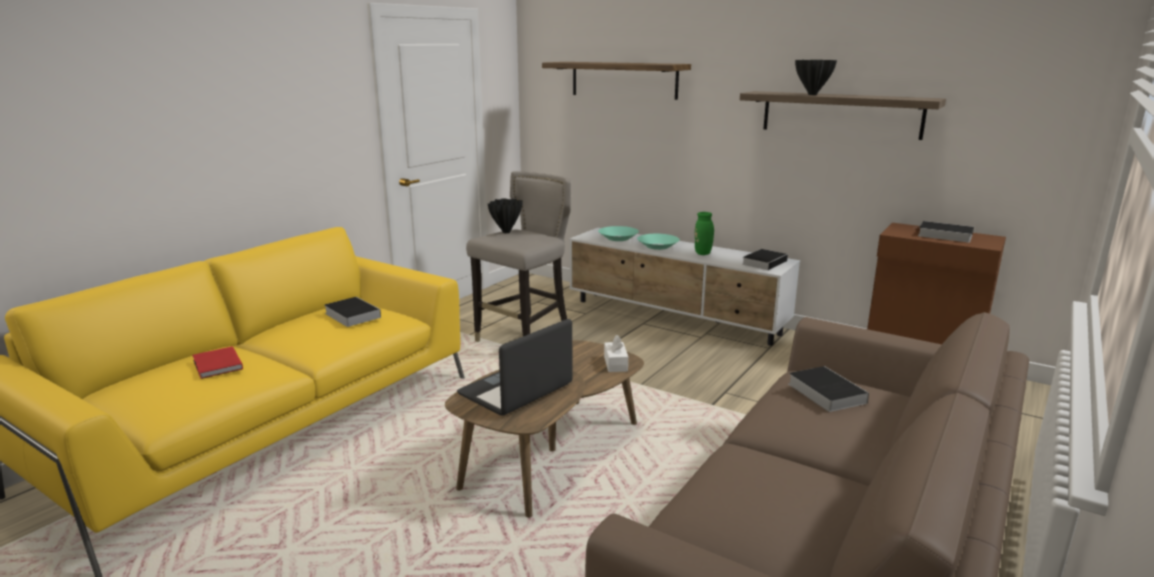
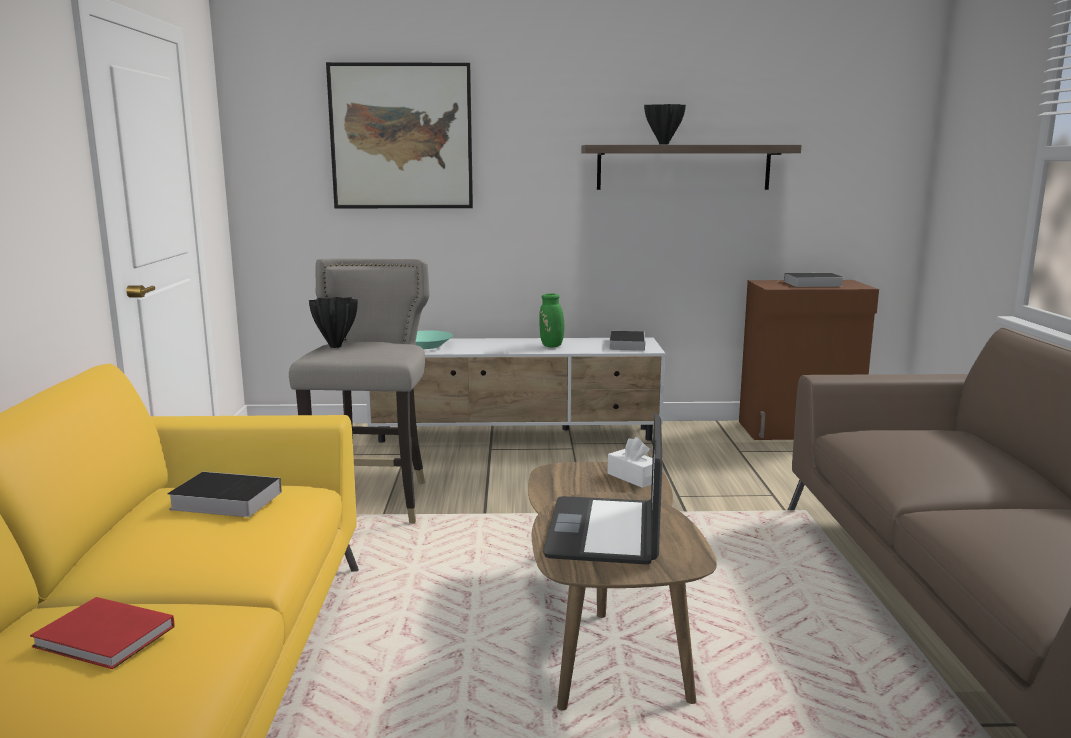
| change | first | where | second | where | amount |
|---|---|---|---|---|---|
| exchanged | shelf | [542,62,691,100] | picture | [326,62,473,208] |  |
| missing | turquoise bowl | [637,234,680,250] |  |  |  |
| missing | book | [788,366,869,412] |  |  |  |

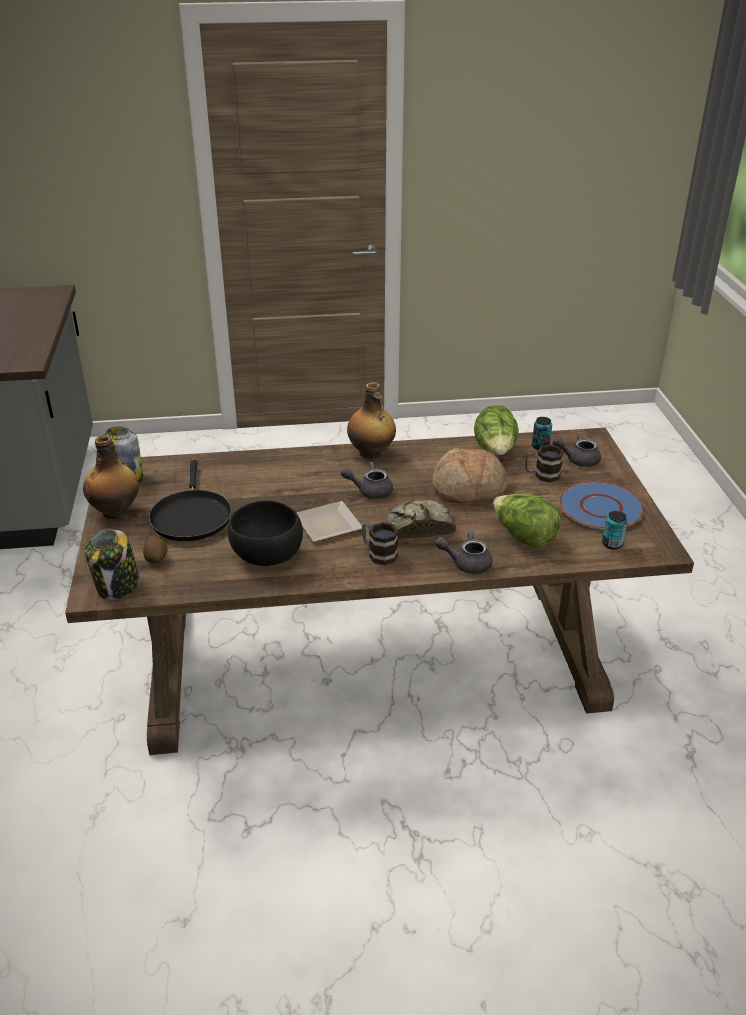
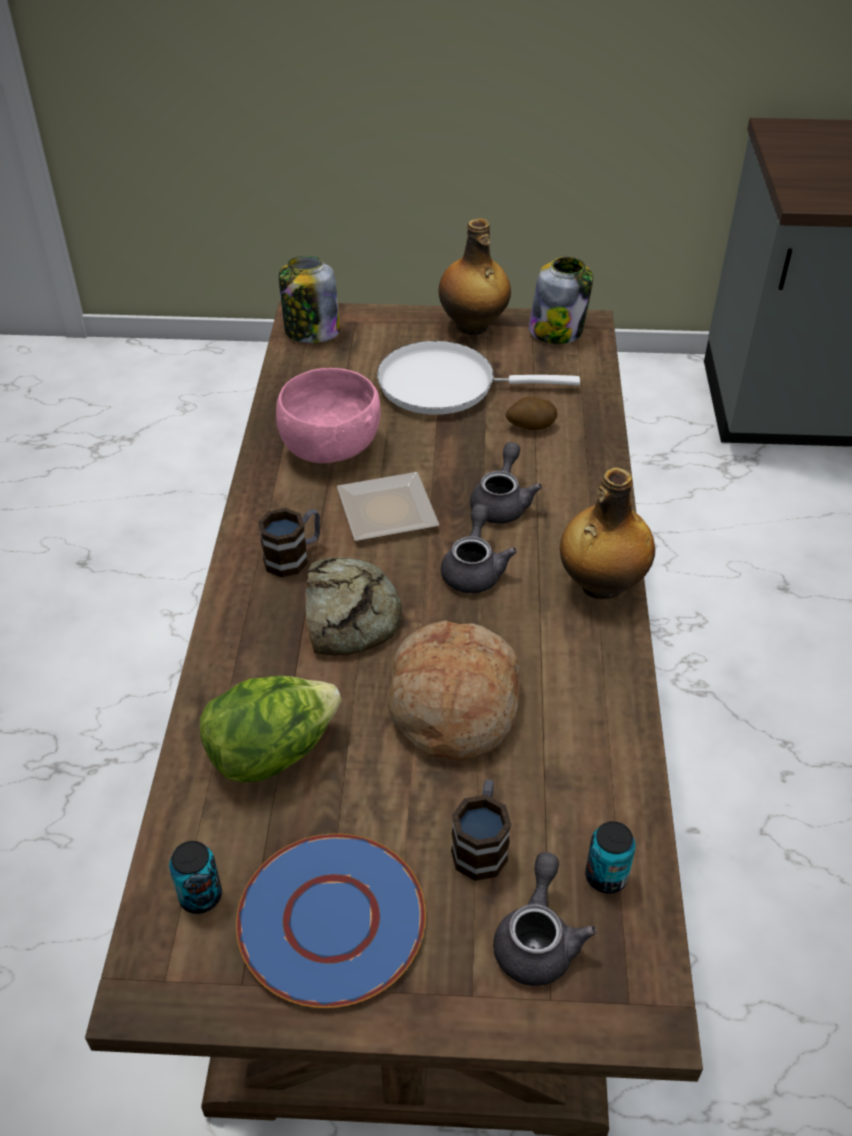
| change | first | where | second | where | amount |
|---|---|---|---|---|---|
| missing | lettuce | [474,405,519,455] |  |  |  |
| colour | black frying pan | [149,460,232,541] | white frying pan | [377,341,580,415] |  |
| colour | black bowl | [228,500,303,566] | pink bowl | [276,368,381,463] |  |
| relocated | grey teapot | [435,531,492,574] |  | [470,442,542,524] |  |
| relocated | potato | [143,535,167,563] |  | [505,397,557,430] |  |

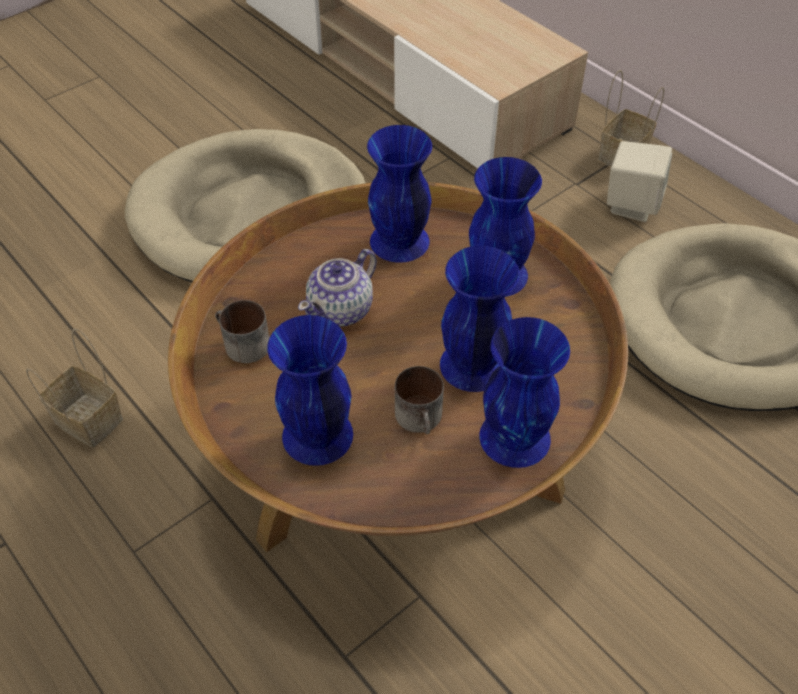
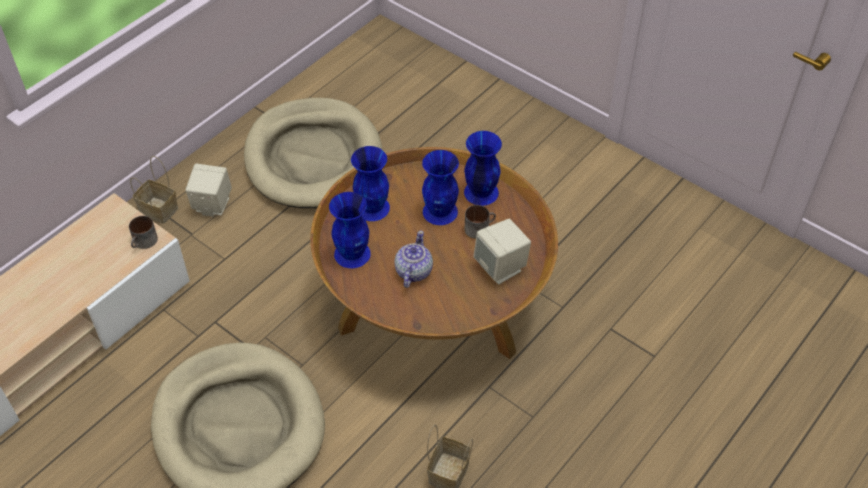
| change | first | where | second | where | amount |
|---|---|---|---|---|---|
| spun | teapot | [298,249,377,327] |  | [394,230,433,288] | 105 degrees counterclockwise |
| relocated | mug | [215,300,269,363] |  | [129,216,158,249] |  |
| exchanged | blue vase | [267,315,353,466] | beige speaker | [474,219,531,284] |  |

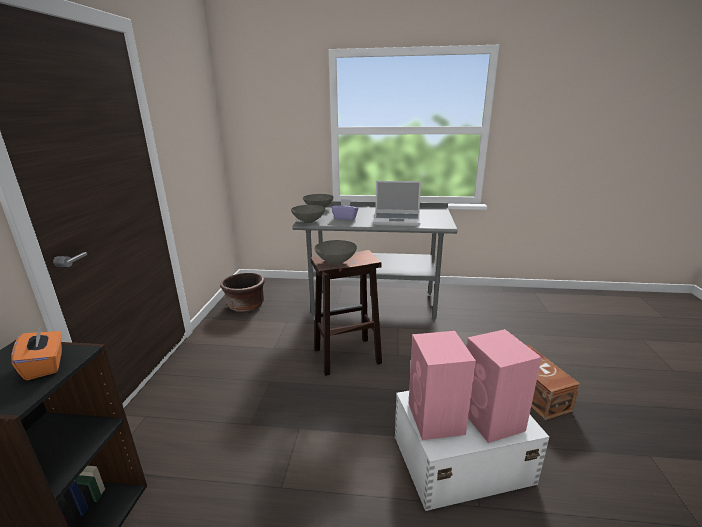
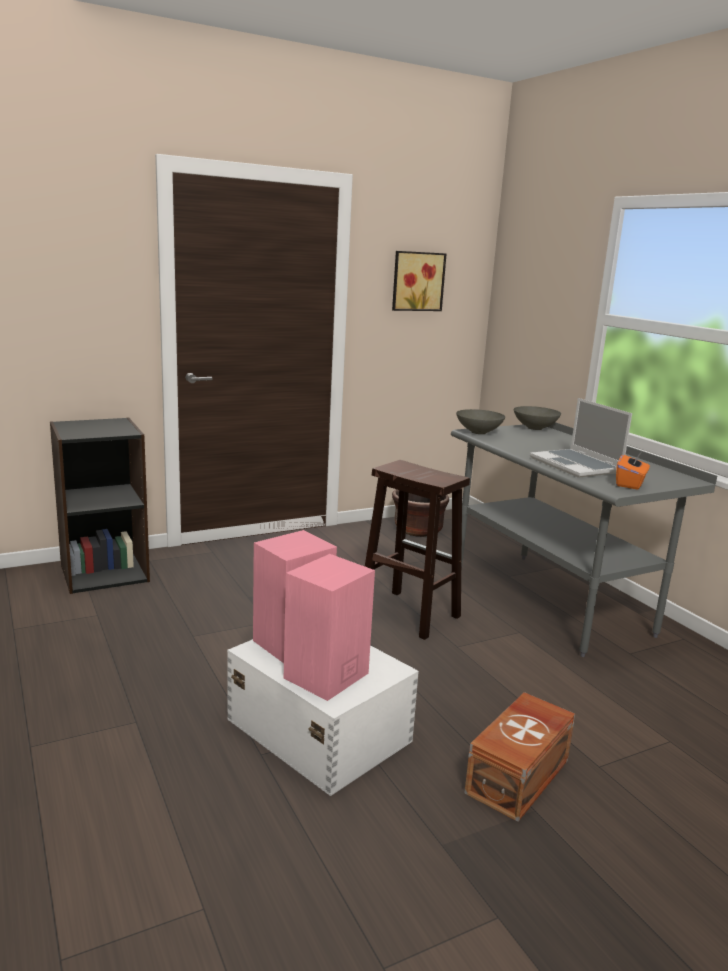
| change | first | where | second | where | amount |
|---|---|---|---|---|---|
| missing | purple tissue box | [332,199,359,220] |  |  |  |
| missing | grey bowl | [314,240,357,264] |  |  |  |
| relocated | orange tissue box | [11,325,62,380] |  | [616,451,650,490] |  |
| appeared |  |  | picture | [392,251,446,311] |  |

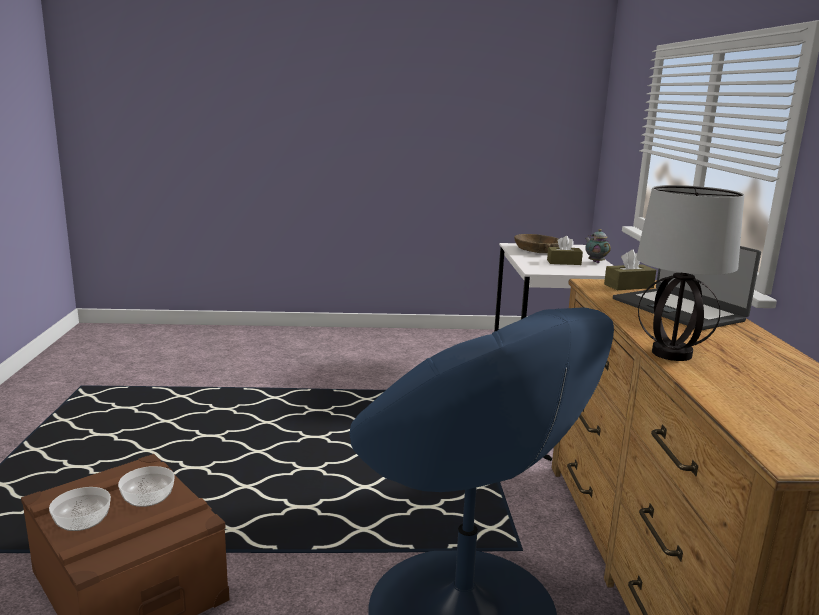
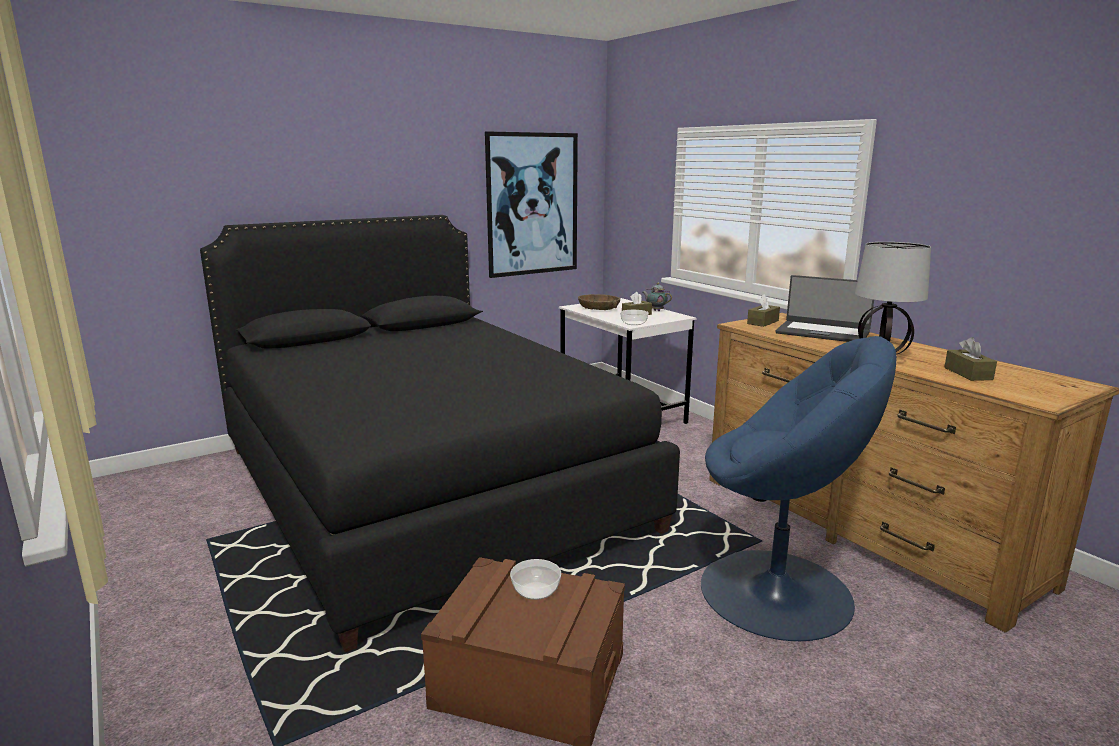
| change | first | where | second | where | amount |
|---|---|---|---|---|---|
| relocated | bowl | [49,487,111,531] |  | [620,310,649,325] |  |
| appeared |  |  | picture | [485,131,578,278] |  |
| appeared |  |  | black bed | [200,215,680,652] |  |
| appeared |  |  | brown tissue box | [944,337,997,381] |  |

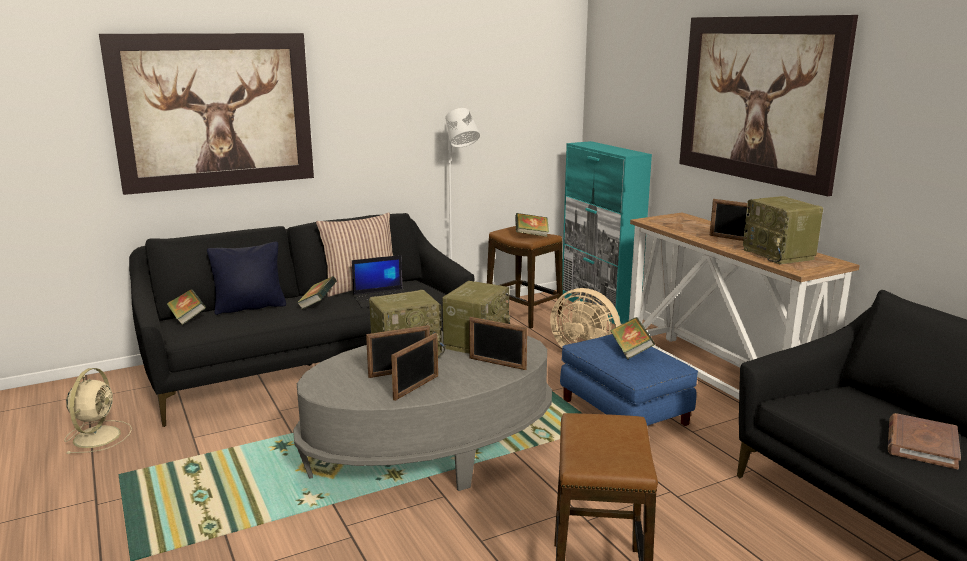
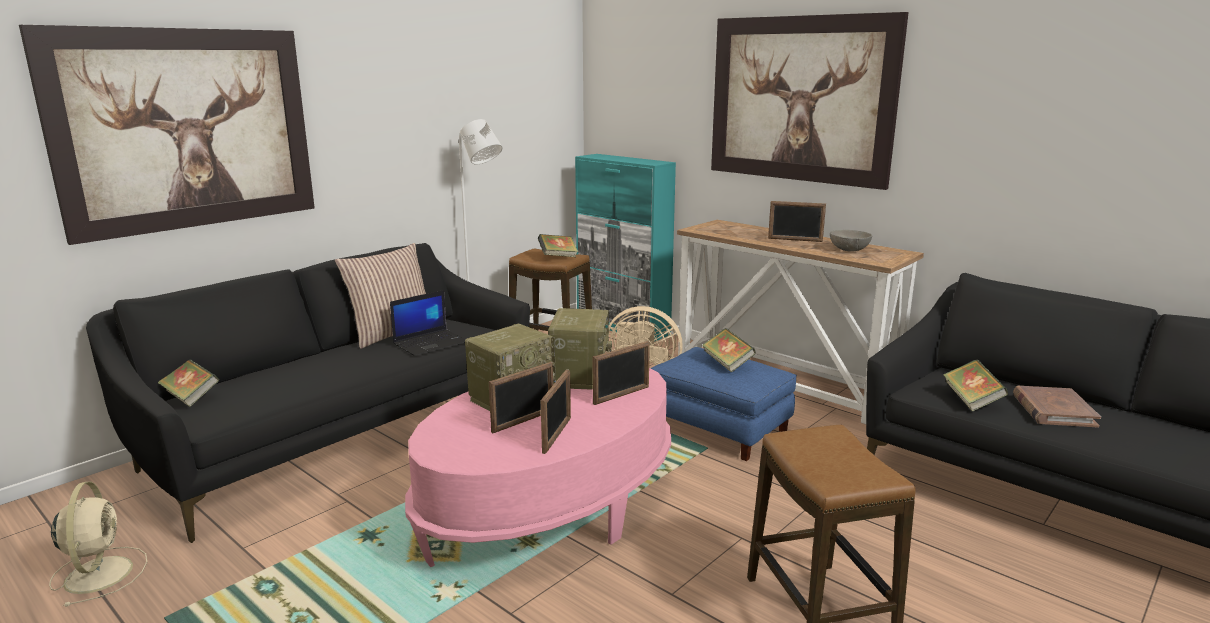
| change | first | where | second | where | amount |
|---|---|---|---|---|---|
| exchanged | radio | [743,196,823,264] | grey bowl | [830,230,872,252] |  |
| missing | black pillow | [207,241,286,315] |  |  |  |
| relocated | book | [297,276,337,310] |  | [943,359,1008,412] |  |
| spun | picture frame | [469,317,527,370] |  | [593,341,650,405] | 45 degrees counterclockwise |
| colour | grey coffee table | [293,331,552,491] | pink coffee table | [405,368,671,567] |  |

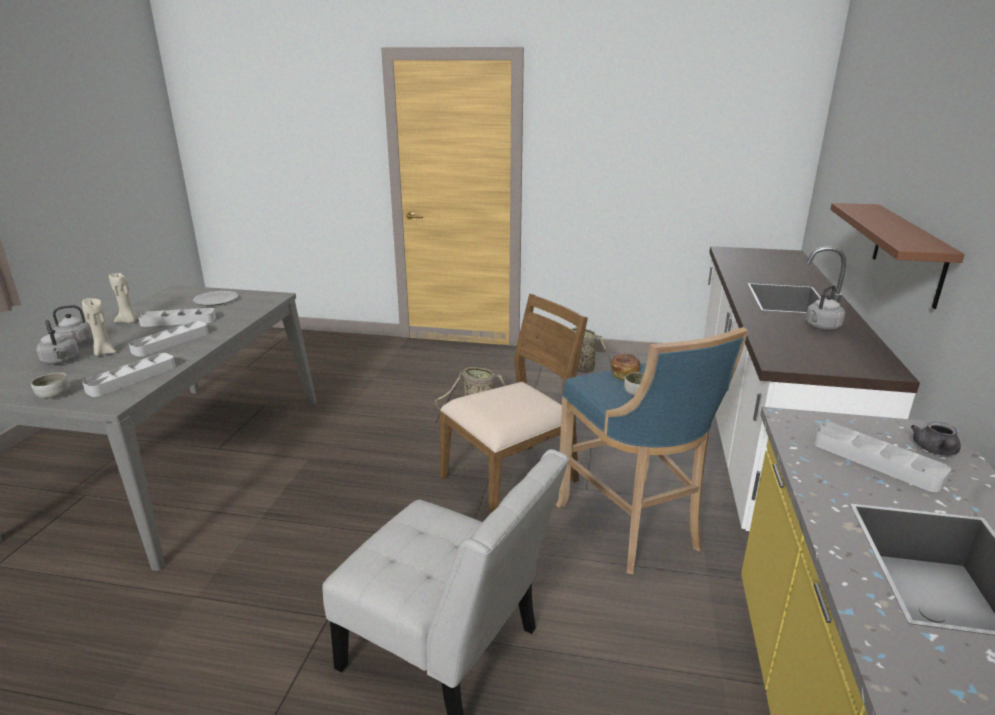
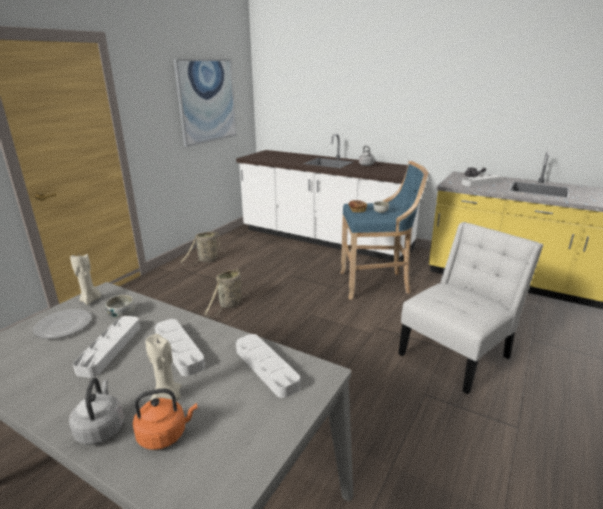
| change | first | where | second | where | amount |
|---|---|---|---|---|---|
| missing | brown shelf | [830,203,965,309] |  |  |  |
| relocated | beige candle | [109,273,139,323] |  | [70,253,101,305] |  |
| missing | brown chair | [440,294,588,516] |  |  |  |
| colour | grey kettle | [36,320,79,365] | orange kettle | [133,388,198,450] |  |
| relocated | bowl | [31,372,70,399] |  | [105,295,135,318] |  |
| appeared |  |  | picture | [173,59,237,147] |  |

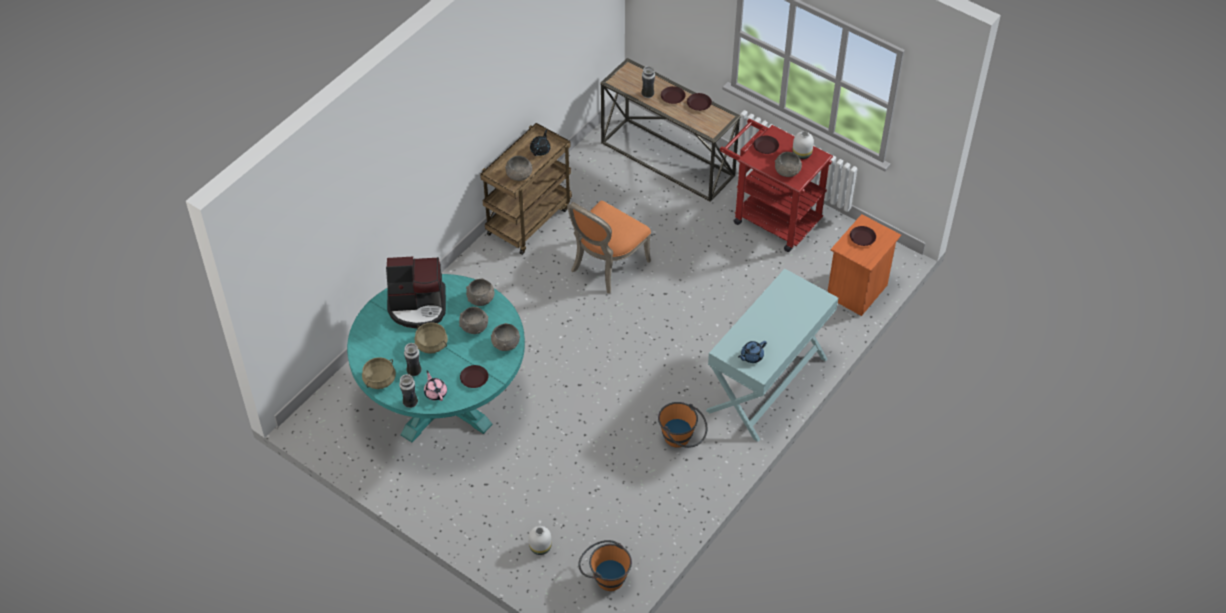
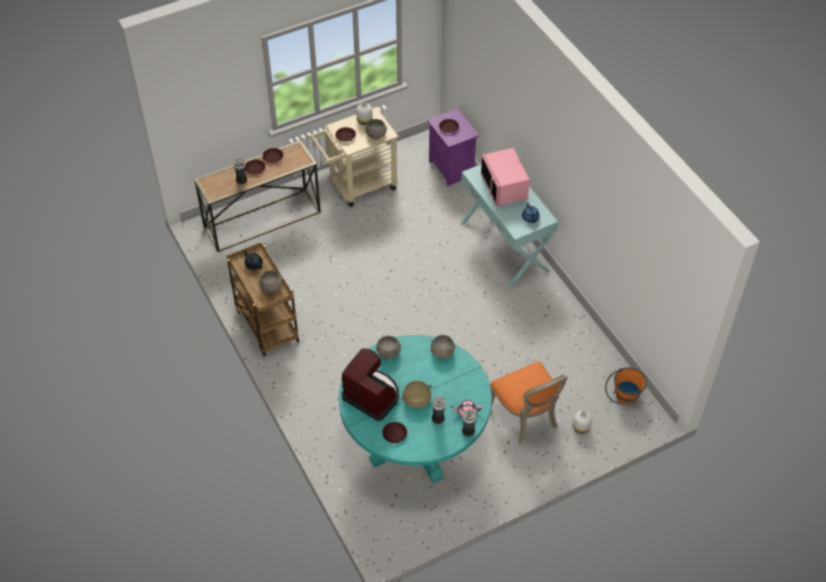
| change | first | where | second | where | amount |
|---|---|---|---|---|---|
| colour | red cart | [720,119,833,252] | beige cart | [309,107,399,207] |  |
| relocated | orange chair | [567,201,651,293] |  | [490,361,568,444] |  |
| colour | orange nightstand | [827,214,901,316] | purple nightstand | [427,109,479,187] |  |
| spun | coffee machine | [386,257,446,328] |  | [341,349,399,421] | 75 degrees counterclockwise |
| missing | grey bowl | [459,307,488,334] |  |  |  |
| missing | beige cooking pot | [362,357,396,389] |  |  |  |
| relocated | brown plate | [460,365,488,388] |  | [382,422,407,443] |  |
| missing | orange bucket | [658,402,707,448] |  |  |  |
| appeared |  |  | pink microwave | [481,148,530,206] |  |

